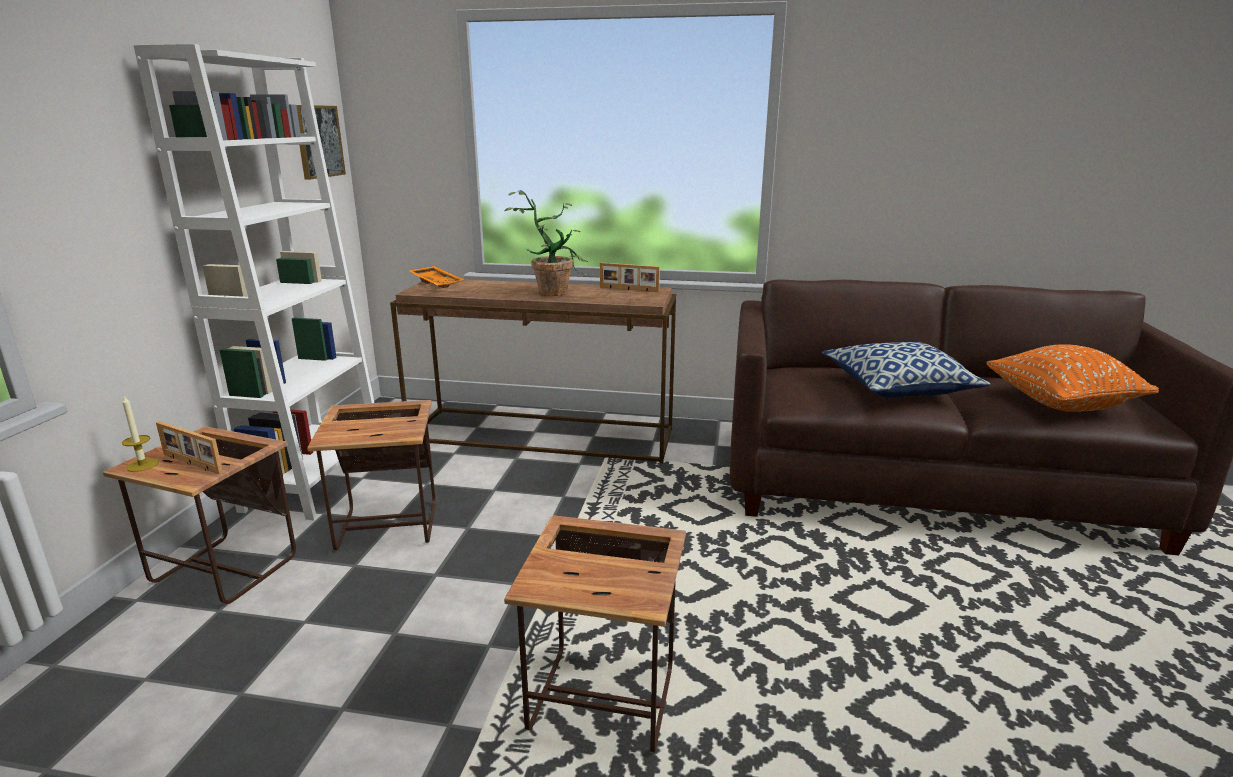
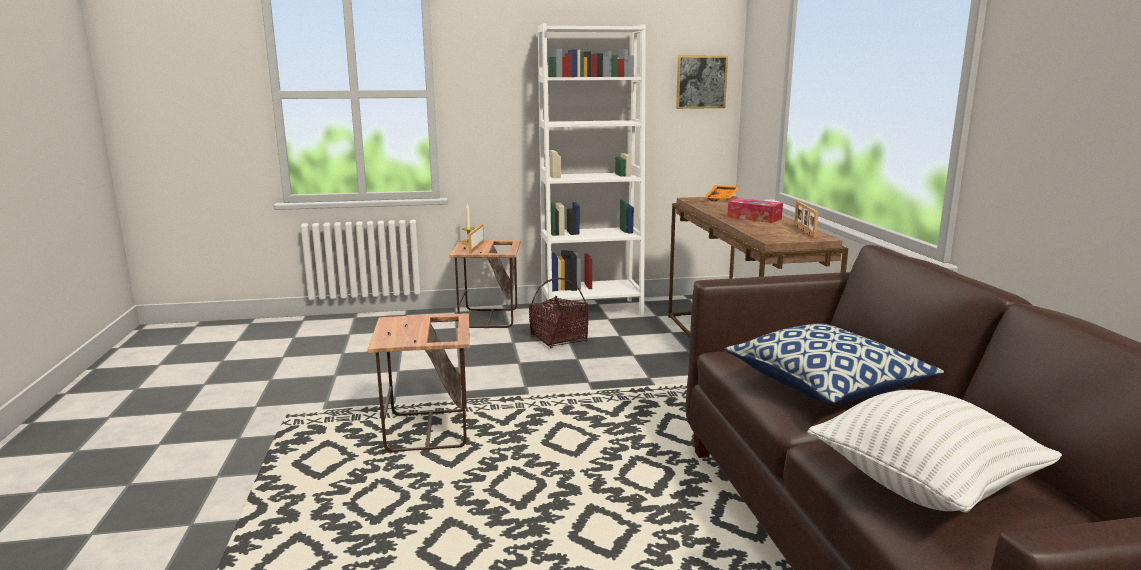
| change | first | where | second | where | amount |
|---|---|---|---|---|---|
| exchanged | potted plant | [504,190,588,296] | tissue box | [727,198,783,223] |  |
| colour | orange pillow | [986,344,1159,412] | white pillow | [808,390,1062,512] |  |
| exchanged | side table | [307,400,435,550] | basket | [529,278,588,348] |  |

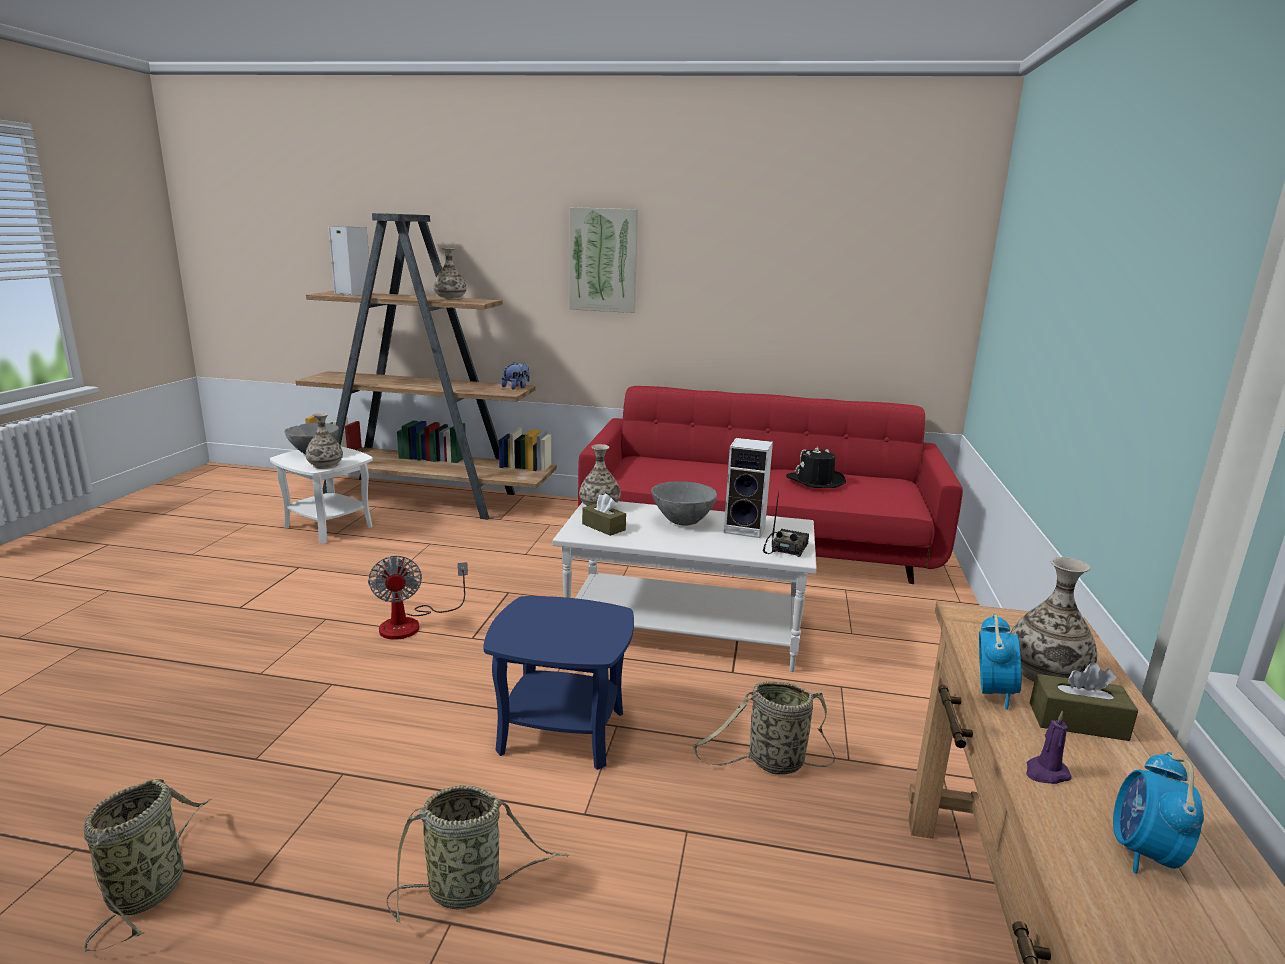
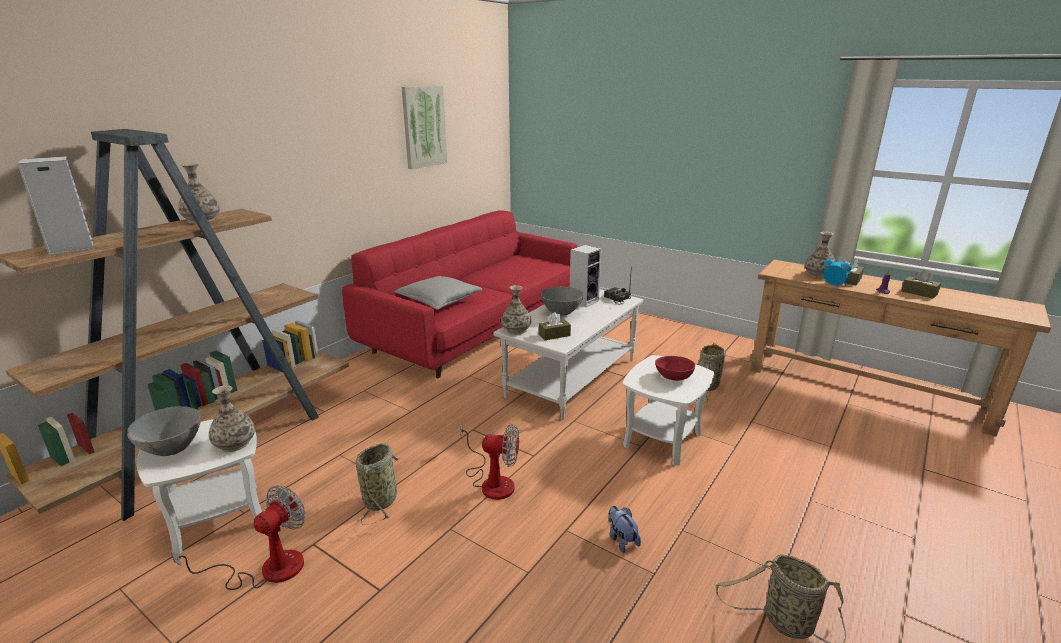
| change | first | where | second | where | amount |
|---|---|---|---|---|---|
| relocated | picture | [569,207,638,313] |  | [402,86,447,169] |  |
| relocated | plush toy | [501,362,530,389] |  | [609,506,641,553] |  |
| missing | black hat | [786,447,846,488] |  |  |  |
| colour | blue side table | [483,596,634,770] | white side table | [622,355,714,466] |  |
| exchanged | alarm clock | [1113,752,1204,874] | brown tissue box | [901,270,941,298] |  |
| relocated | basket | [387,785,569,923] |  | [356,443,400,525] |  |
| appeared |  |  | grey pillow | [395,276,482,310] |  |
| appeared |  |  | red bowl | [655,356,695,381] |  |
| appeared |  |  | fan | [171,486,306,590] |  |

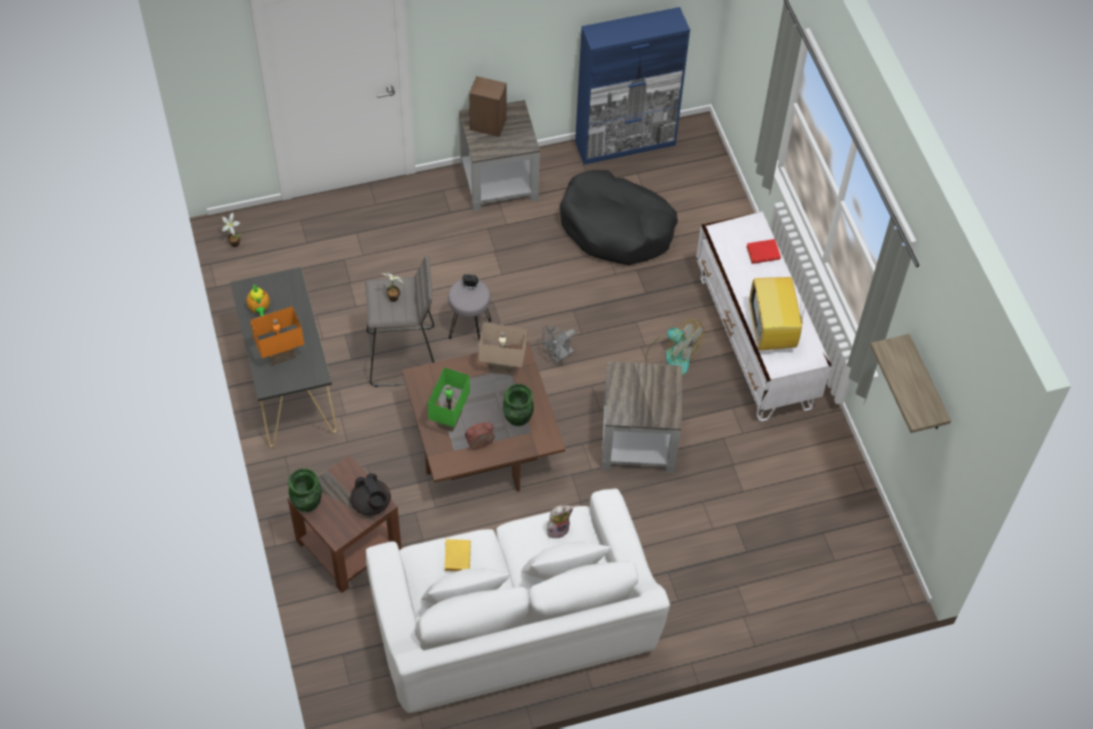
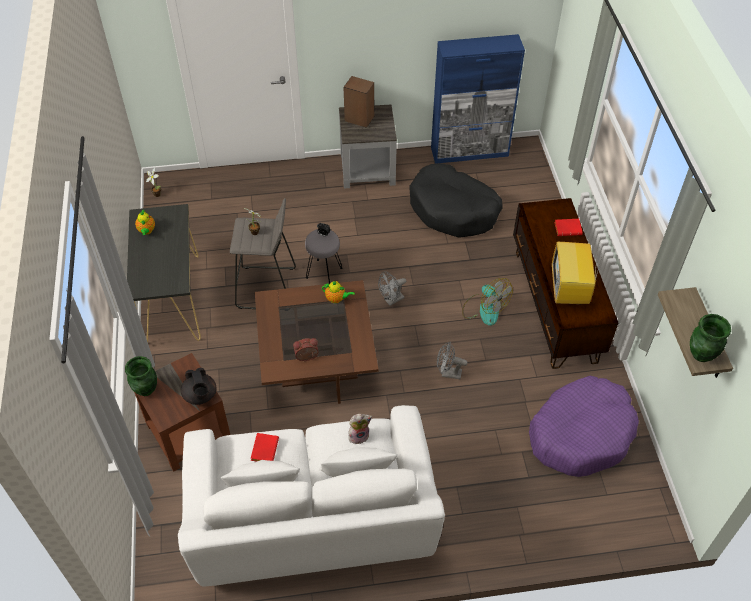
| change | first | where | second | where | amount |
|---|---|---|---|---|---|
| colour | white tv stand | [696,211,831,421] | brown tv stand | [513,198,619,369] |  |
| missing | orange table lamp | [250,306,304,366] |  |  |  |
| exchanged | beige table lamp | [479,322,526,376] | teapot | [322,281,355,303] |  |
| exchanged | grey side table | [601,361,682,473] | grey fan | [437,342,468,379] |  |
| missing | green table lamp | [428,367,470,432] |  |  |  |
| relocated | green vase | [503,384,534,426] |  | [690,314,731,362] |  |
| colour | yellow book | [445,539,471,571] | red book | [251,433,279,462] |  |
| appeared |  |  | purple dog bed | [529,376,639,477] |  |

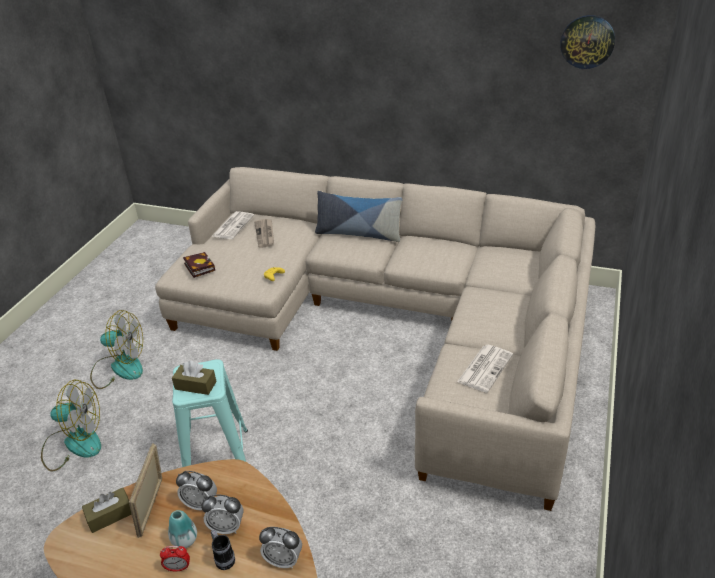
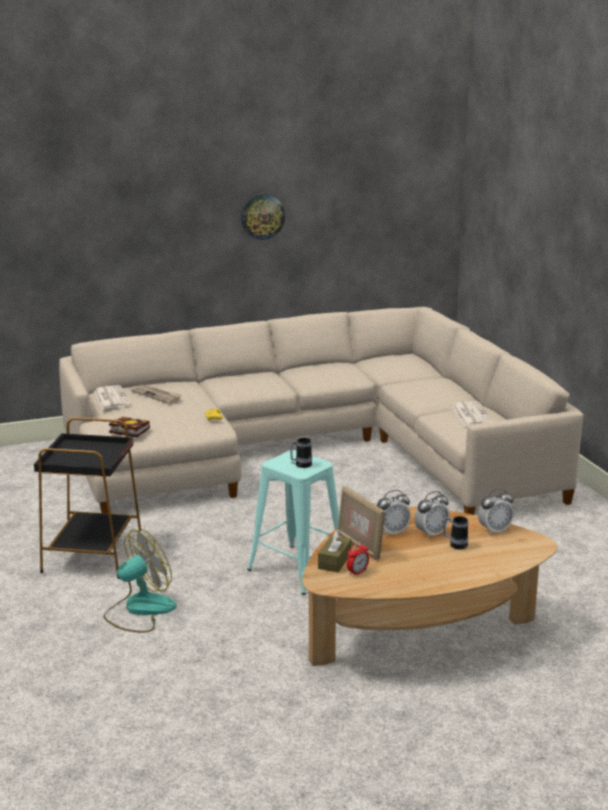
| change | first | where | second | where | amount |
|---|---|---|---|---|---|
| relocated | wall clock | [560,15,615,69] |  | [241,194,285,240] |  |
| missing | pillow | [315,191,403,242] |  |  |  |
| exchanged | fan | [90,310,143,389] | black side table | [34,417,141,579] |  |
| exchanged | brown tissue box | [172,361,217,395] | mug | [290,438,312,468] |  |
| missing | vase | [168,510,197,548] |  |  |  |
| relocated | alarm clock | [160,546,190,571] |  | [347,542,369,577] |  |

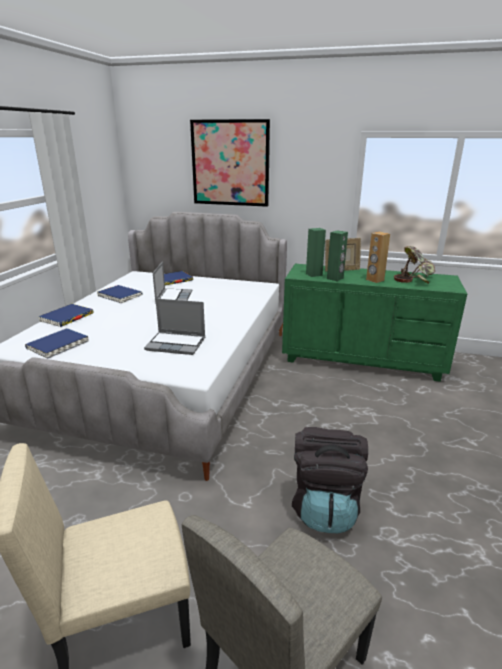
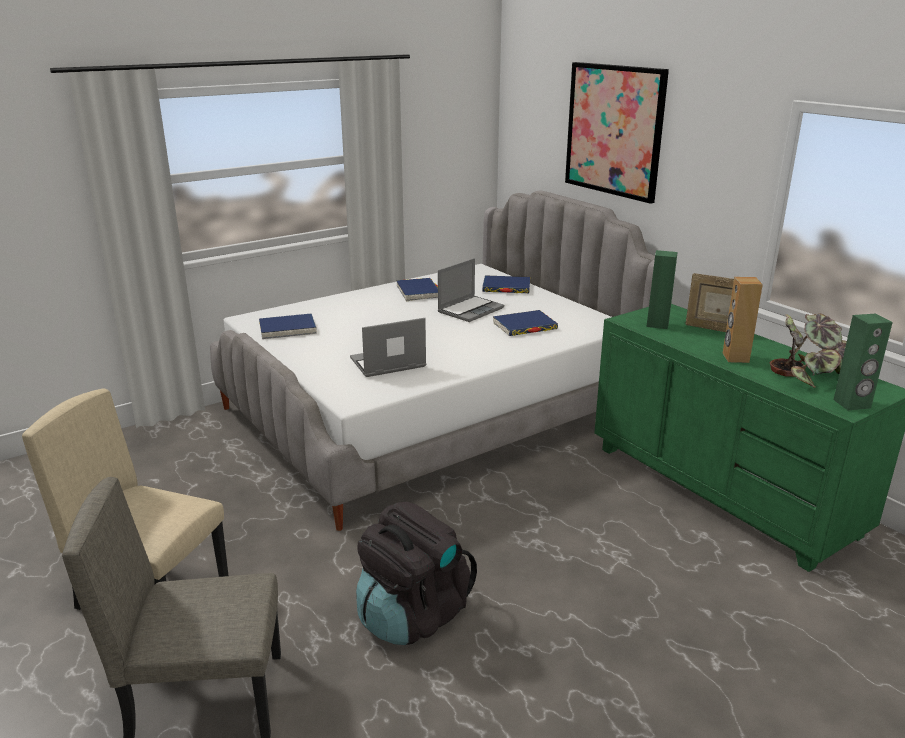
| change | first | where | second | where | amount |
|---|---|---|---|---|---|
| relocated | green speaker | [327,230,348,281] |  | [834,314,893,410] |  |
| spun | laptop | [144,299,205,355] |  | [350,318,427,377] | 105 degrees clockwise |
| relocated | blue book | [38,304,94,327] |  | [493,310,558,336] |  |

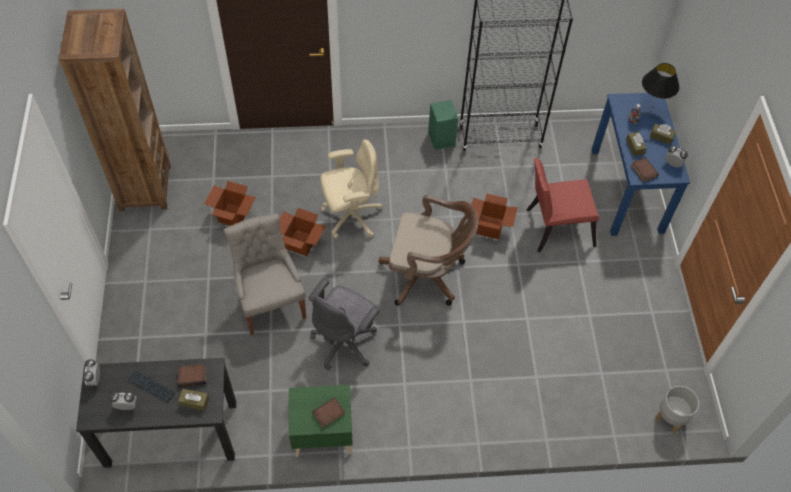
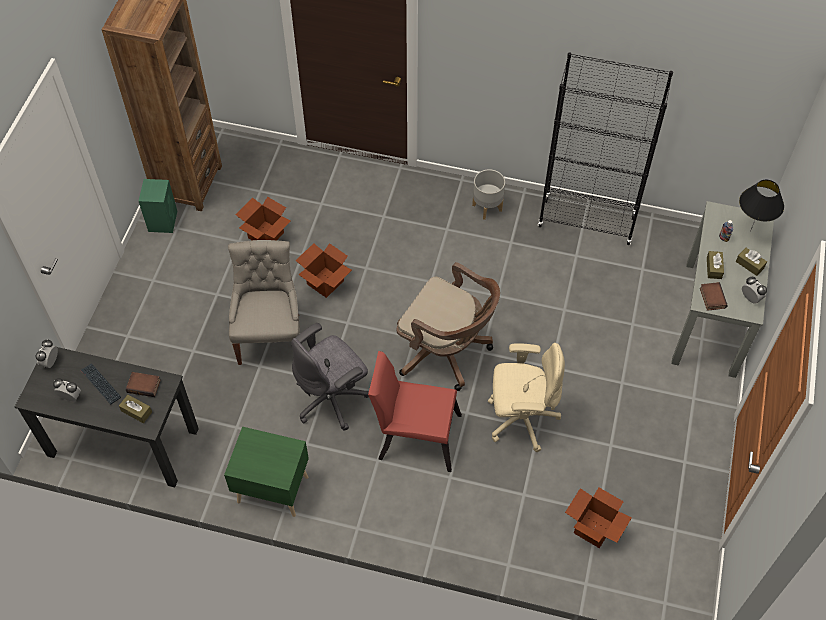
| change | first | where | second | where | amount |
|---|---|---|---|---|---|
| colour | blue desk | [591,93,690,236] | grey desk | [671,201,774,378] |  |
| relocated | green speaker | [428,100,458,150] |  | [139,179,177,233] |  |
| relocated | beige office chair | [320,139,382,239] |  | [488,343,565,452] |  |
| relocated | red chair | [526,158,599,252] |  | [368,351,462,472] |  |
| relocated | cardboard box | [471,194,518,239] |  | [565,488,632,548] |  |
| relocated | grey planter | [655,386,699,433] |  | [472,169,505,220] |  |
| missing | book | [312,397,345,428] |  |  |  |

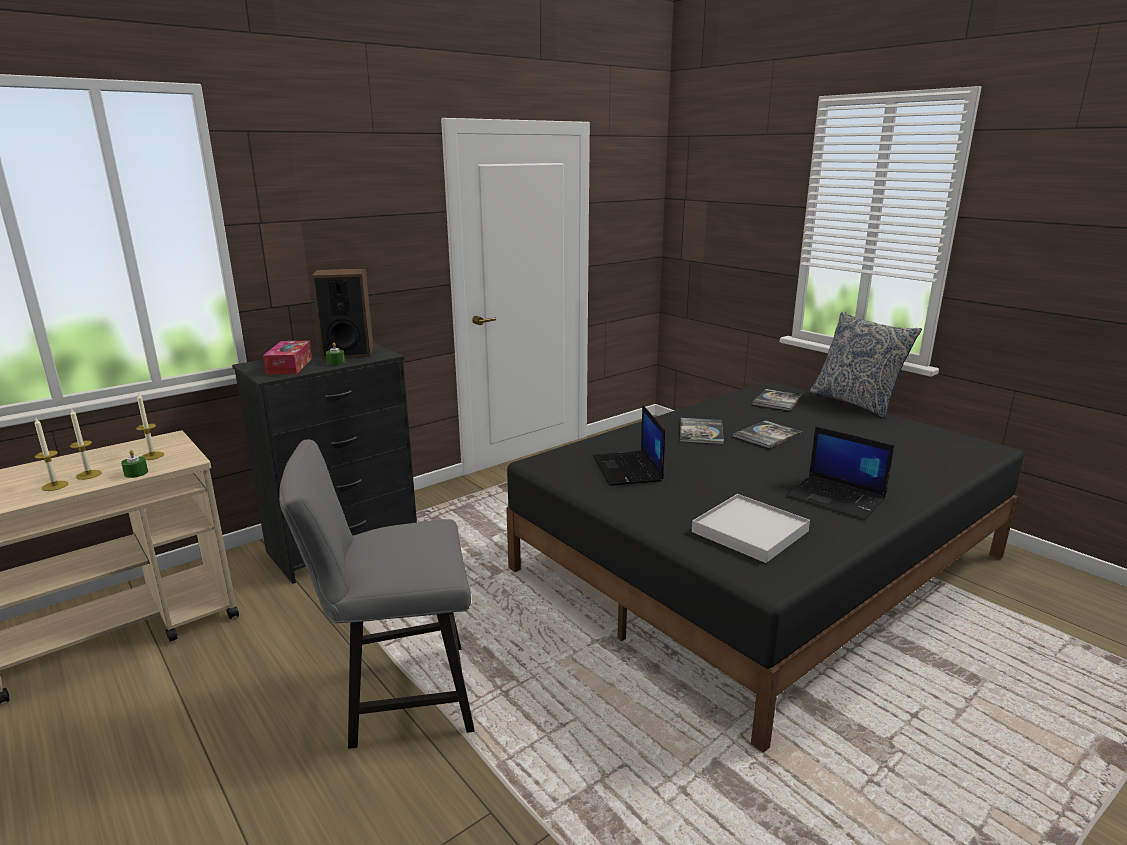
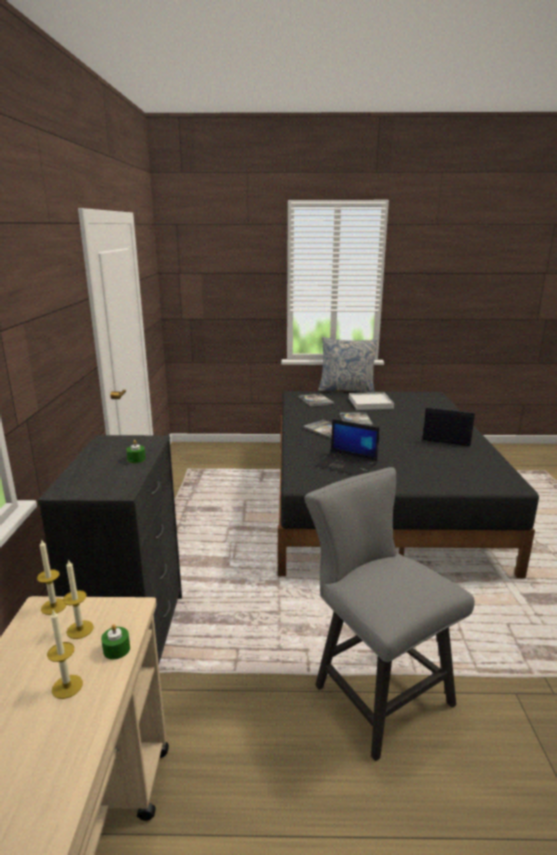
| change | first | where | second | where | amount |
|---|---|---|---|---|---|
| missing | speaker | [311,268,374,359] |  |  |  |
| missing | tissue box | [263,341,312,375] |  |  |  |
| relocated | candle | [35,418,69,491] |  | [37,539,67,615] |  |
| spun | laptop | [786,427,894,520] |  | [423,407,475,446] | 150 degrees counterclockwise |
| spun | grey chair | [279,440,475,749] |  | [304,467,475,761] | 120 degrees clockwise |
| relocated | white tray | [692,494,810,563] |  | [349,392,394,410] |  |

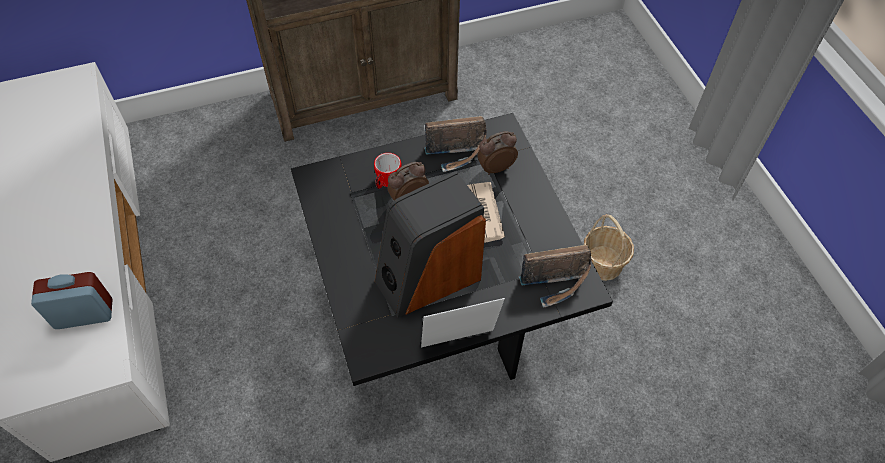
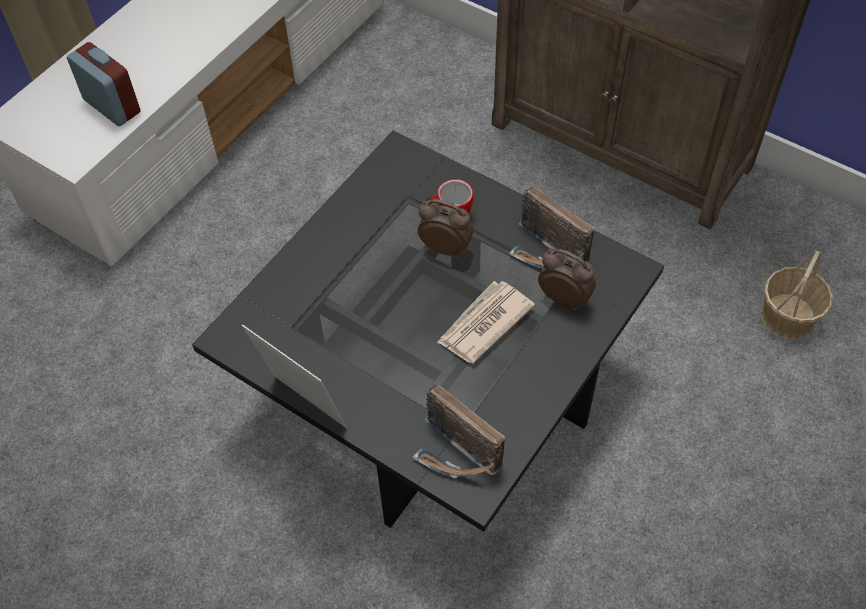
| change | first | where | second | where | amount |
|---|---|---|---|---|---|
| missing | speaker | [375,171,486,318] |  |  |  |
| relocated | basket | [584,214,634,281] |  | [761,250,833,340] |  |

